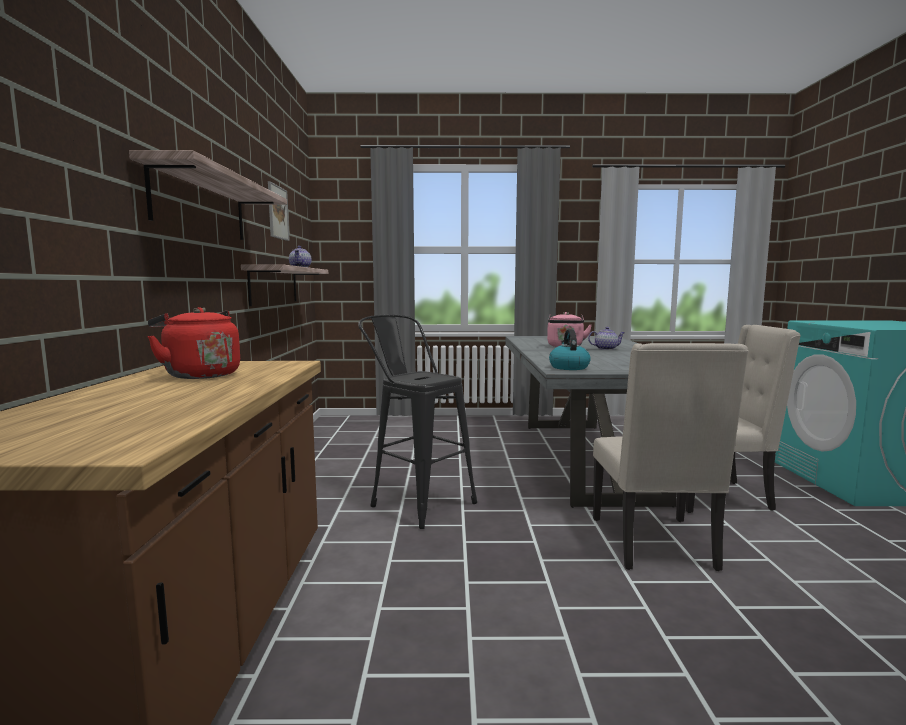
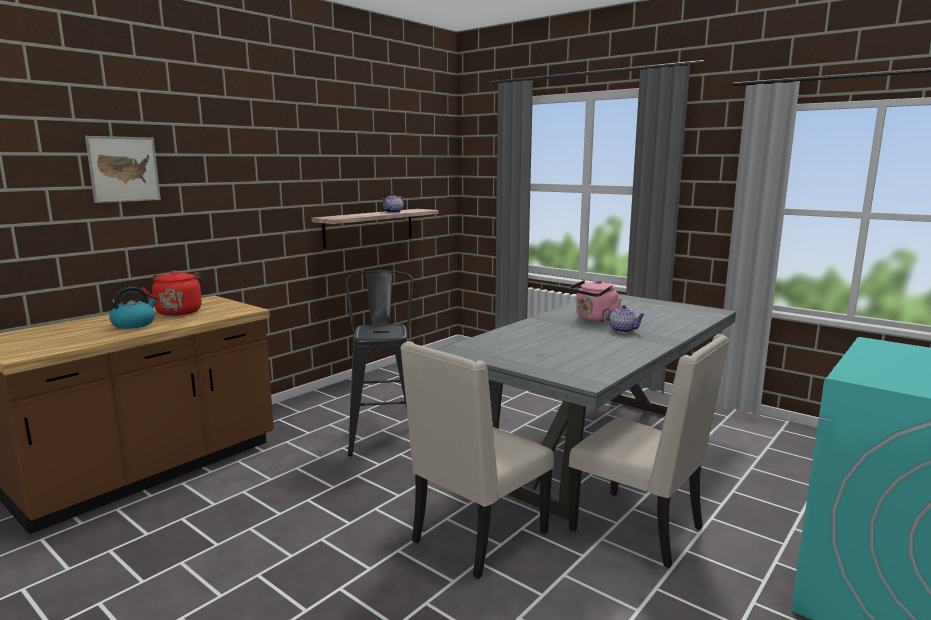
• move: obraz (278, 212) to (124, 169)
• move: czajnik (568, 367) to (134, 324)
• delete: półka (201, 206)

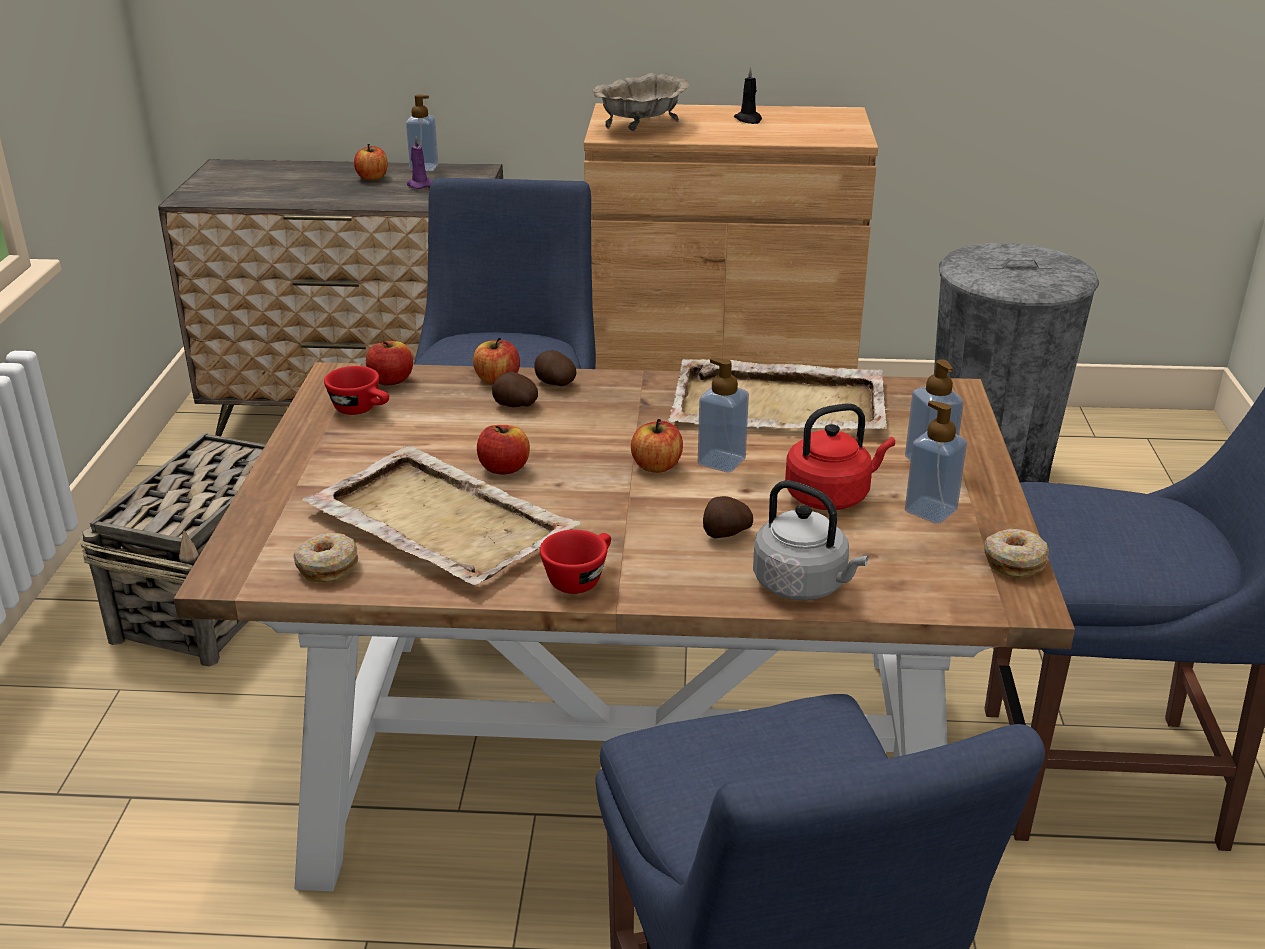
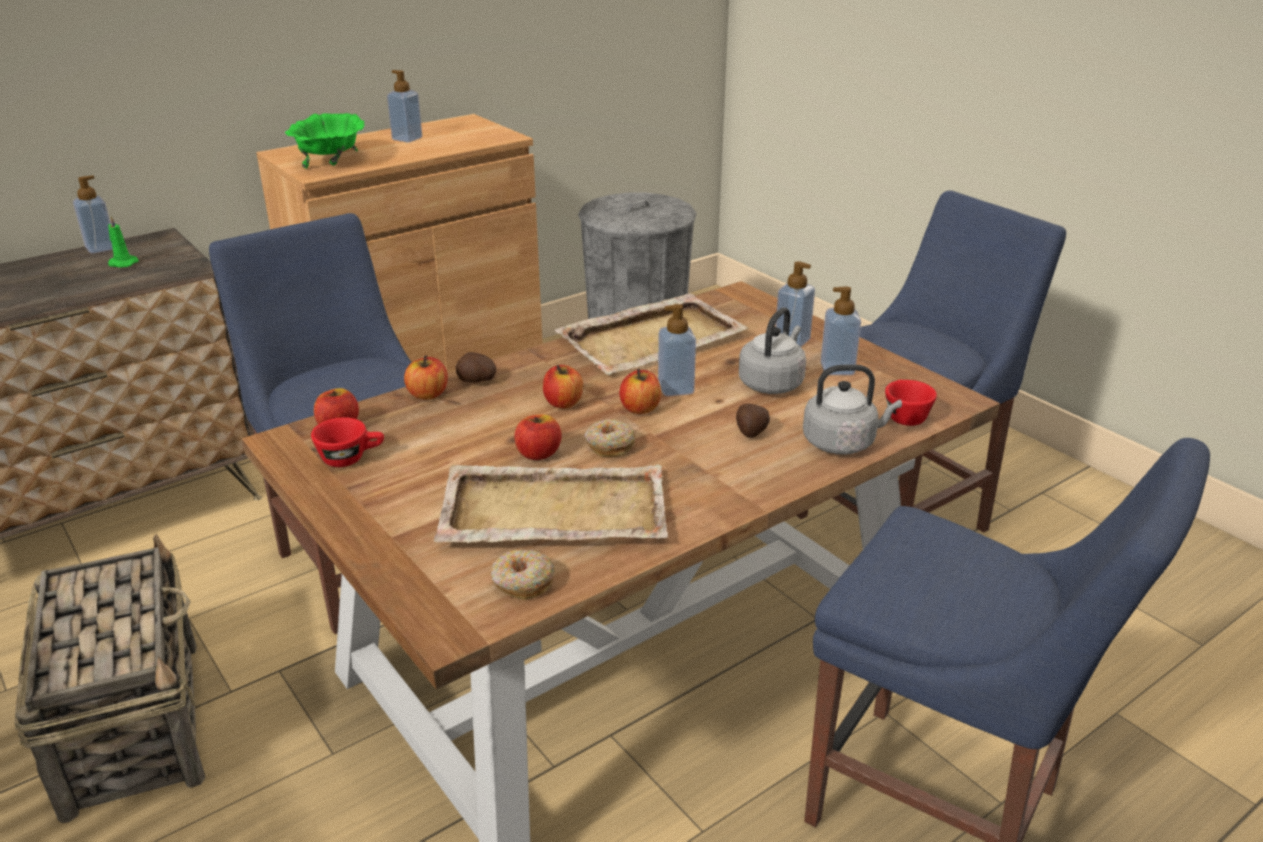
• recolor: świeca [fioletowy] (419, 185) to świeca [zielony] (122, 263)
• recolor: miska [beżowy] (640, 126) to miska [zielony] (330, 161)
• replace: świeca [czarny] (748, 120) to dozownik mydła (407, 139)
• move: jabłko (372, 177) to (563, 403)
• move: donut (1014, 561) to (609, 445)
• recolor: czajnik [czerwony] (831, 496) to czajnik [szary] (772, 383)
• move: filiżanka [czerwony] (580, 578) to (904, 415)
• delete: ziemniak (515, 406)

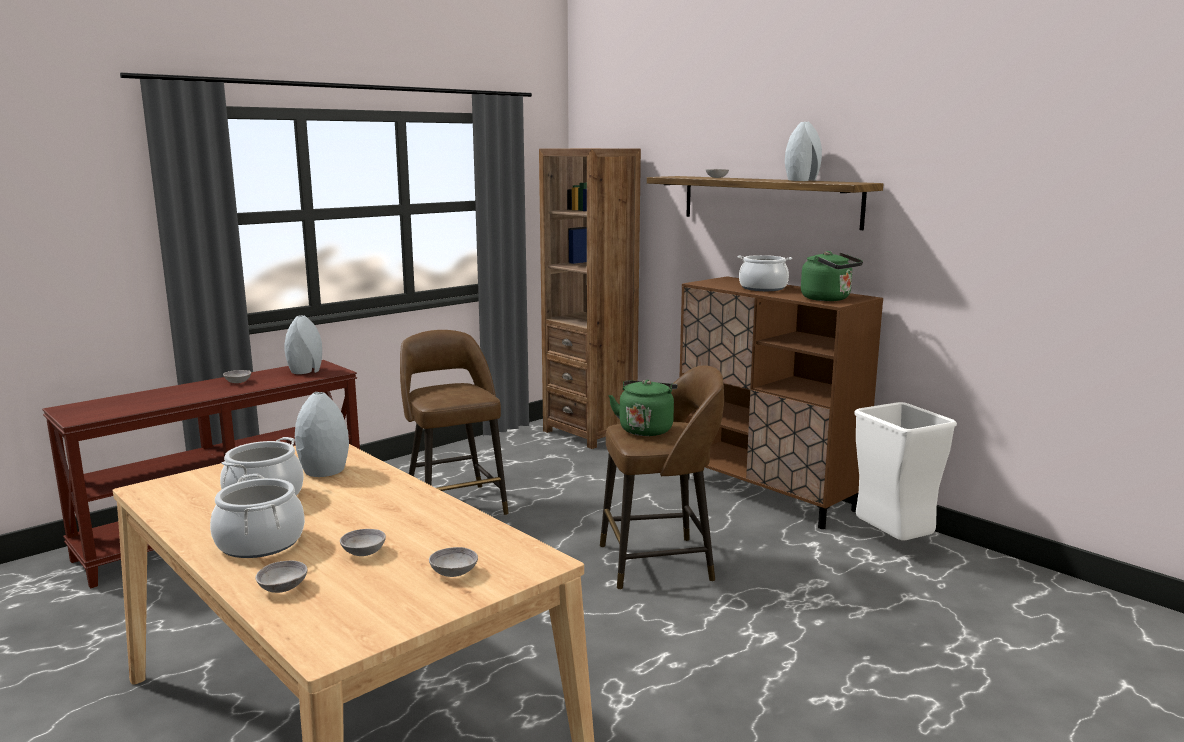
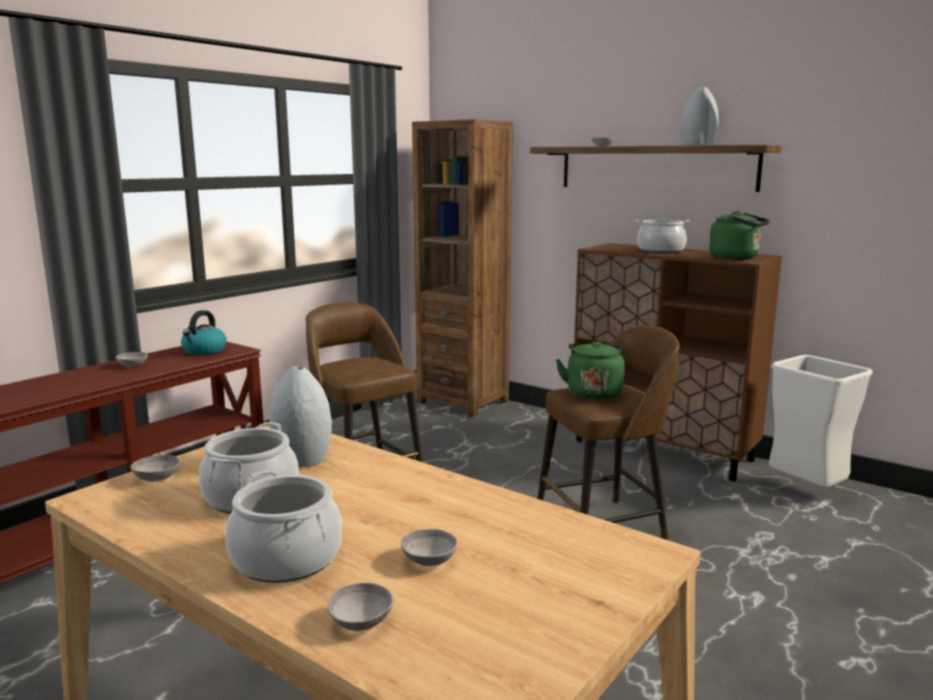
• move: miska [szary] (454, 573) to (157, 478)
• replace: wazon [szary] (306, 371) to czajnik (204, 351)

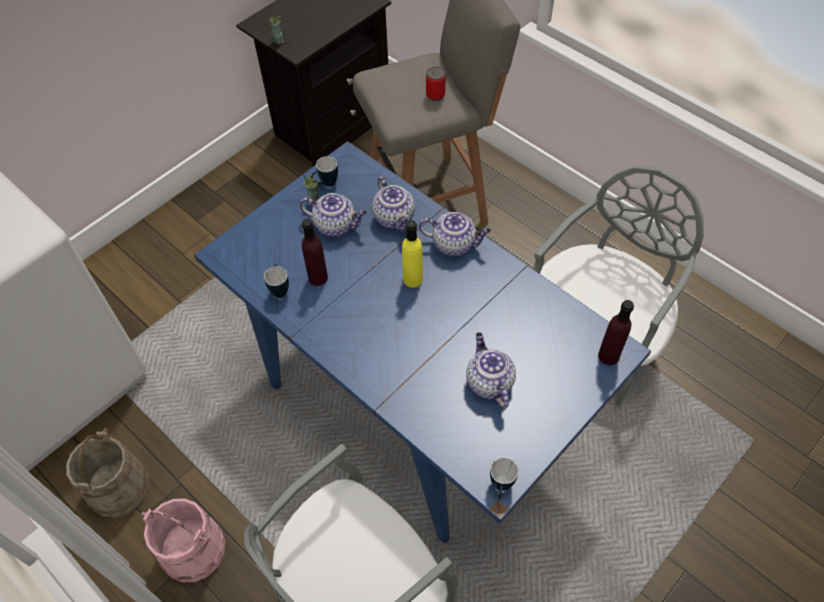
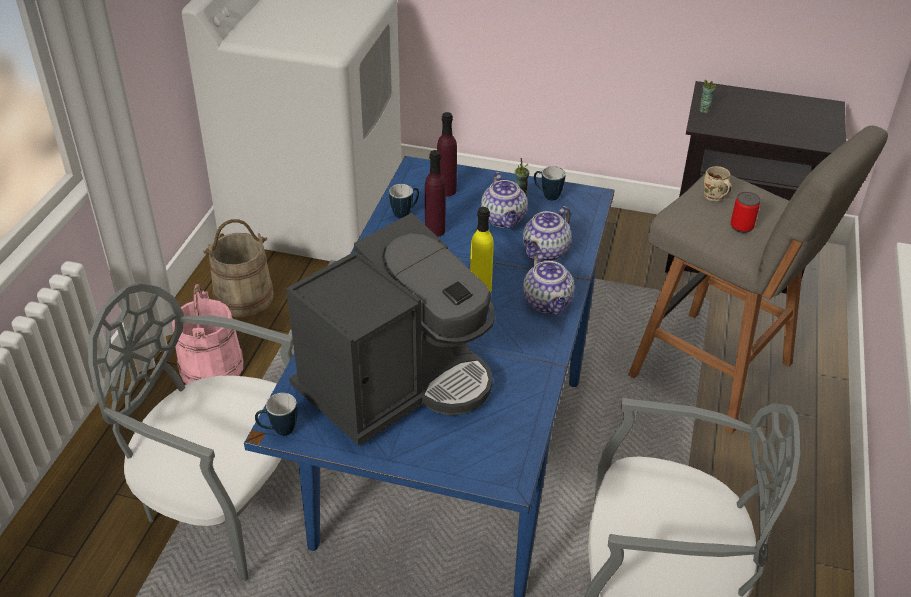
• replace: imbryk (488, 382) to ekspres do kawy (396, 383)
• move: butelka [fioletowy] (608, 355) to (446, 190)
• insert: kubek [beżowy] (713, 197)

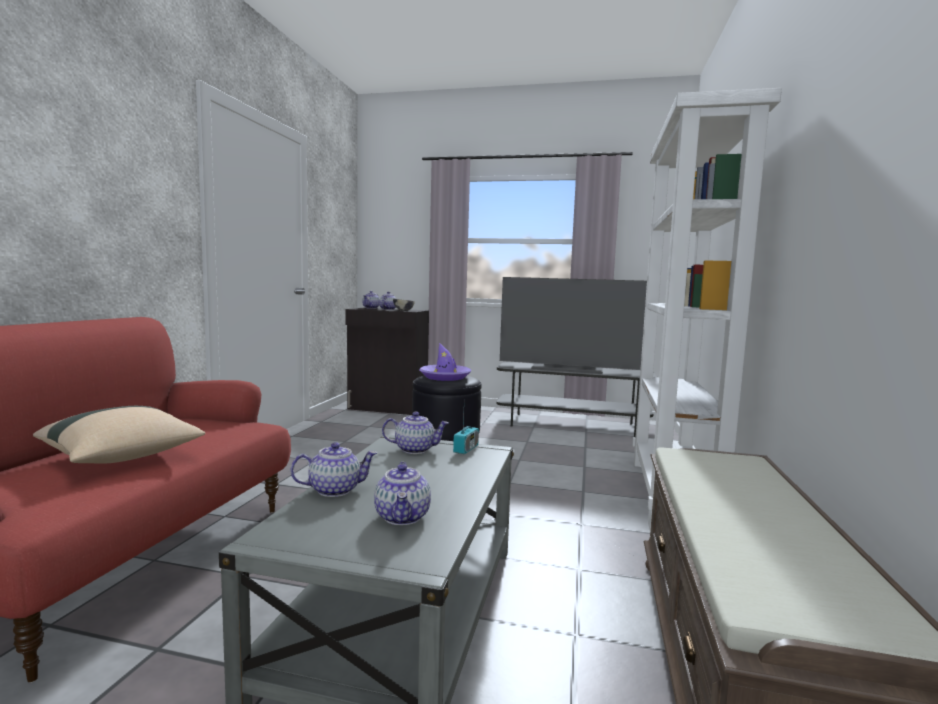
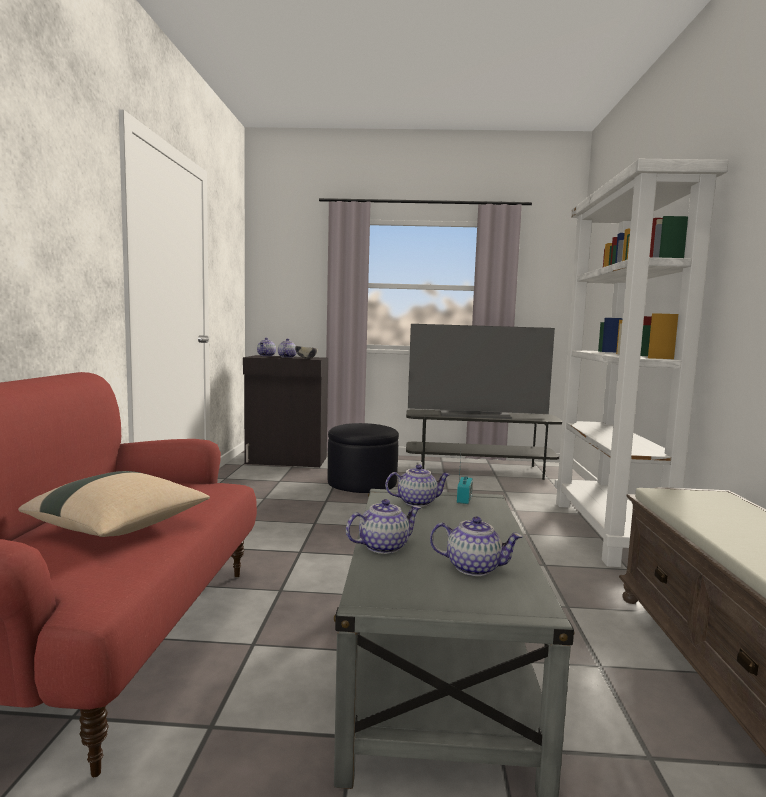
• rotate: imbryk (403, 517) = (474, 567) 60 degrees counterclockwise
• delete: kapelusz [fioletowy] (445, 377)

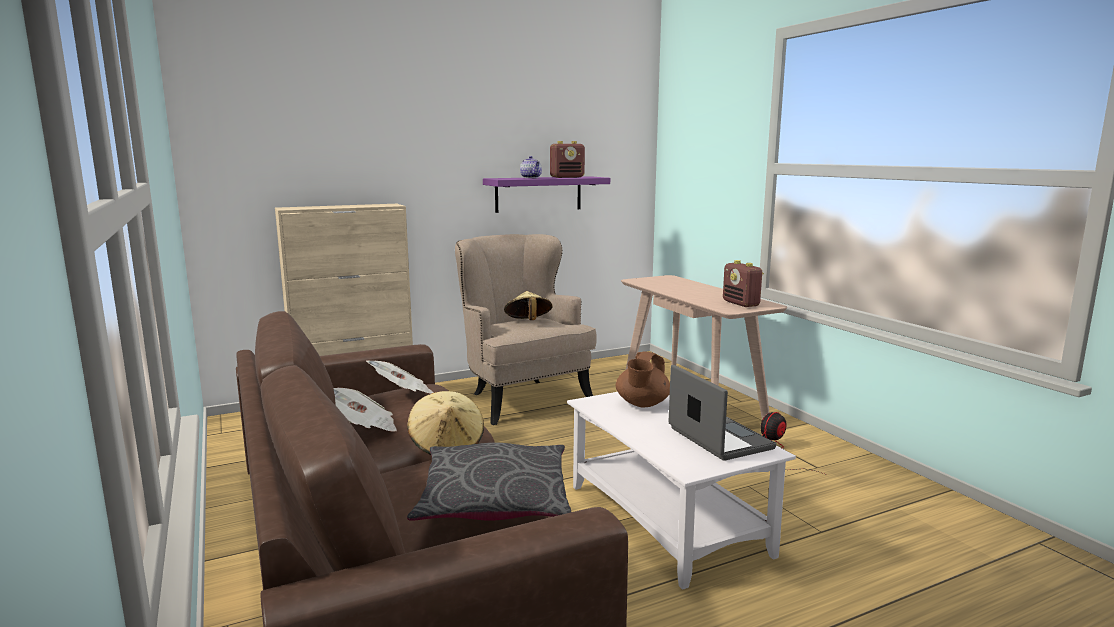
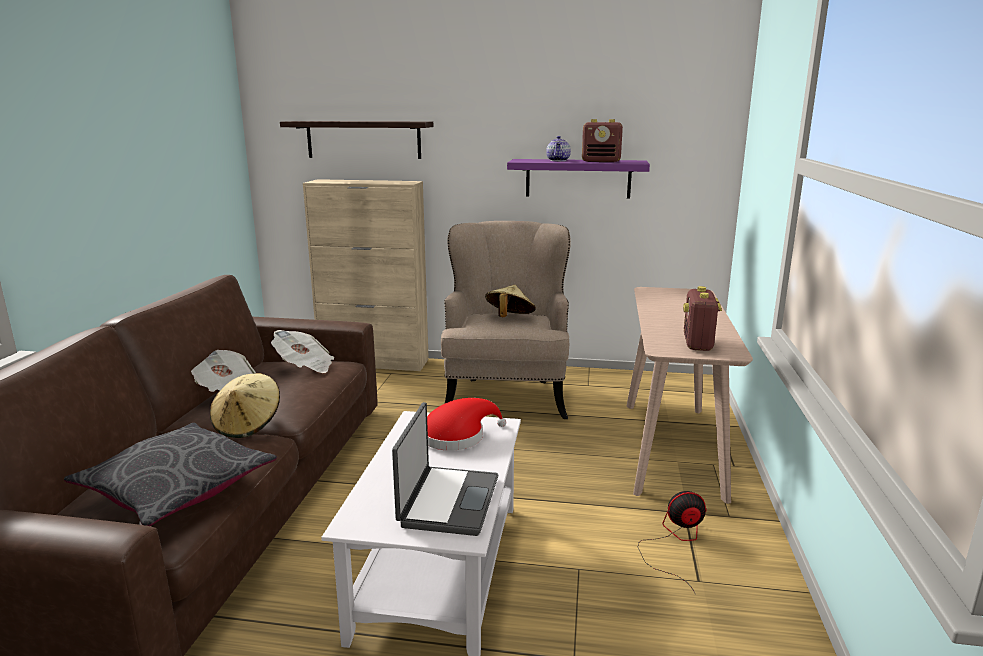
• insert: półka (363, 139)
• replace: imbryk [brązowy] (642, 404) to kapelusz [czerwony] (457, 436)

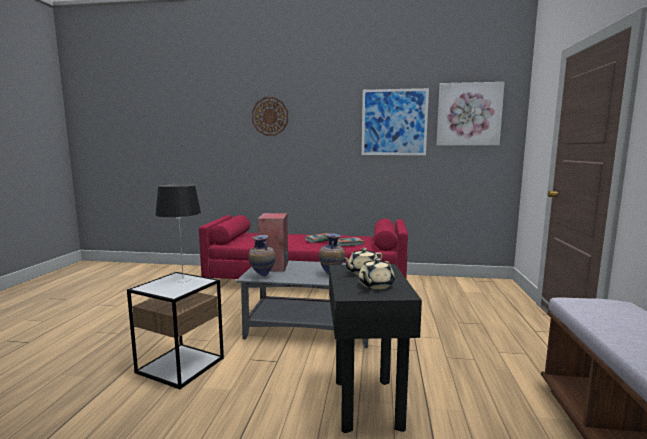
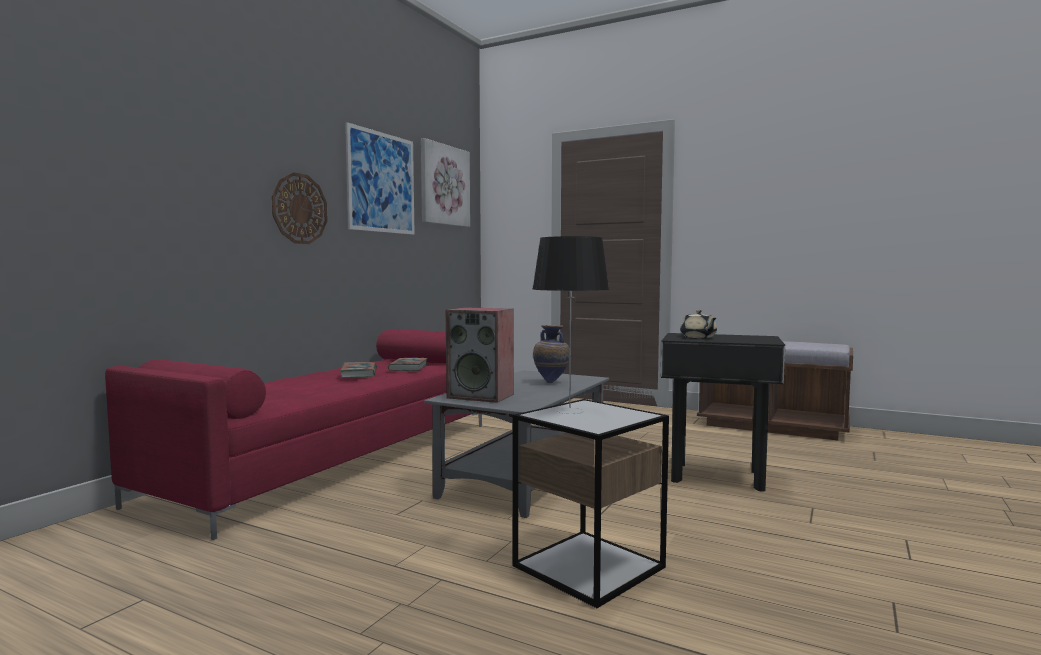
• move: zegar ścienny (270, 116) to (299, 208)
• delete: wazon (262, 276)
• delete: imbryk [beżowy] (375, 285)

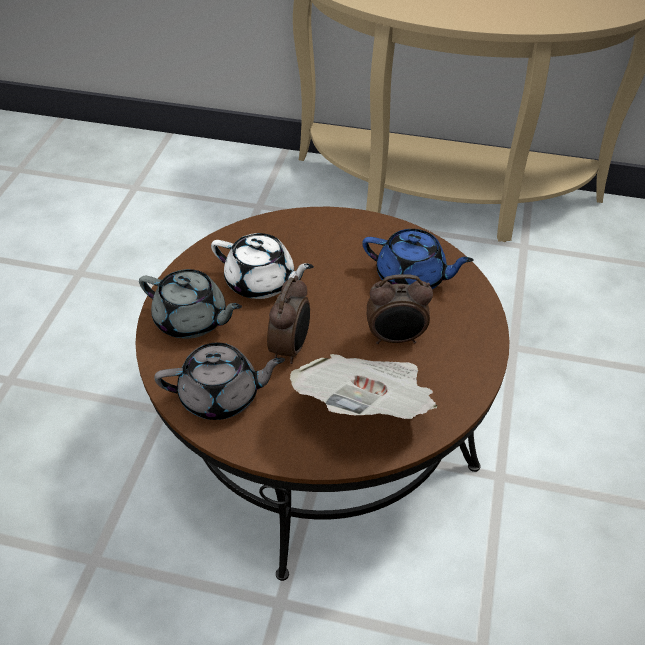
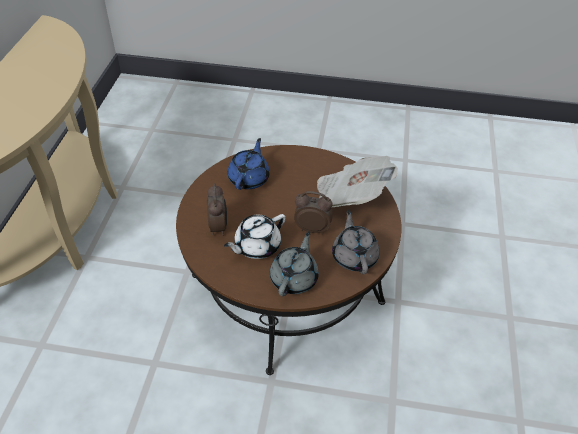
• move: budzik (396, 338) to (218, 227)
• rotate: imbryk [biały] (261, 283) = (256, 246) 150 degrees counterclockwise

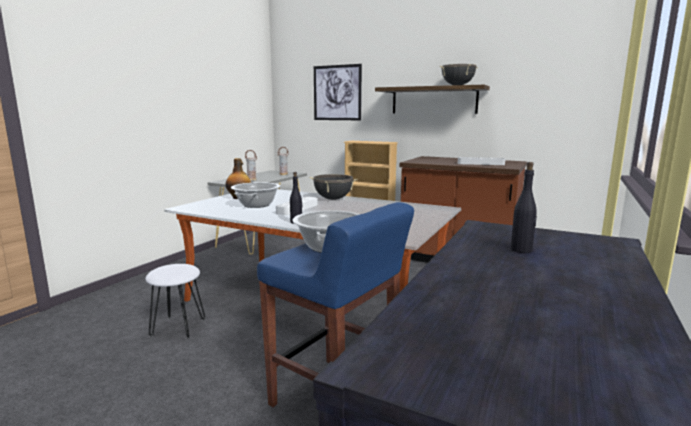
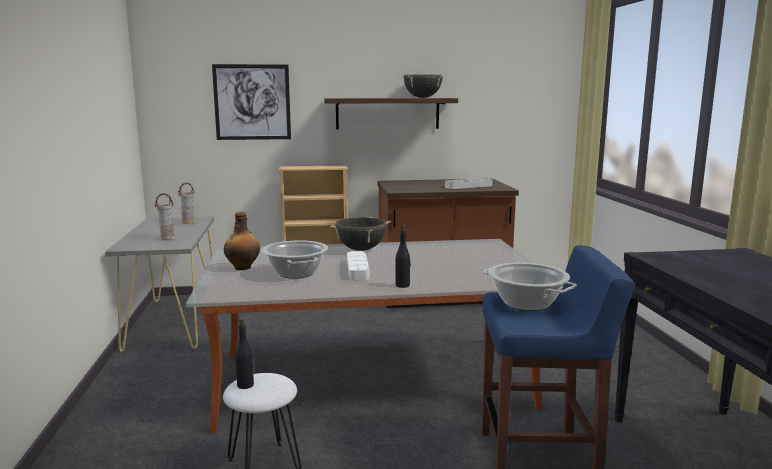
• move: butelka [czarny] (521, 250) to (245, 385)

